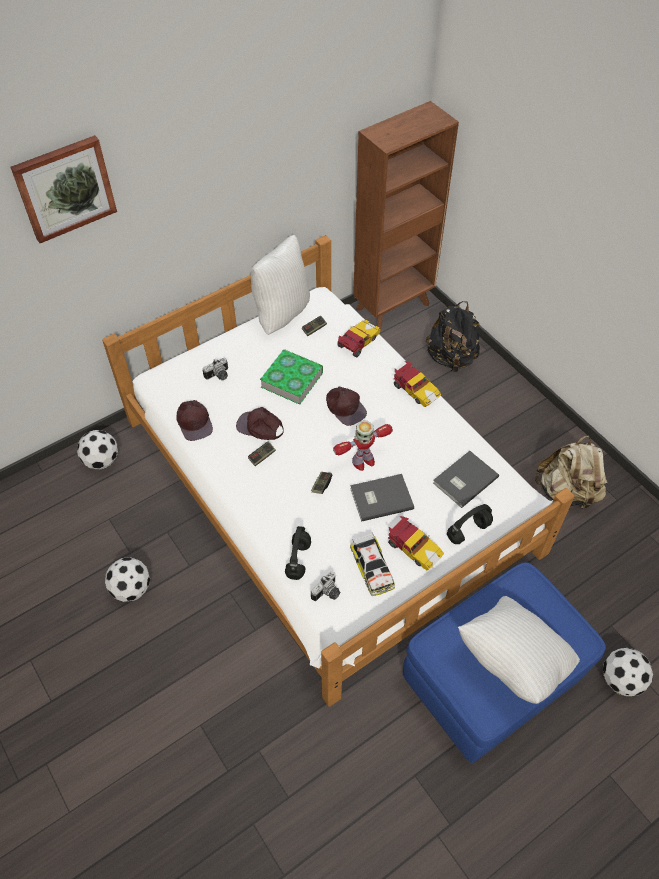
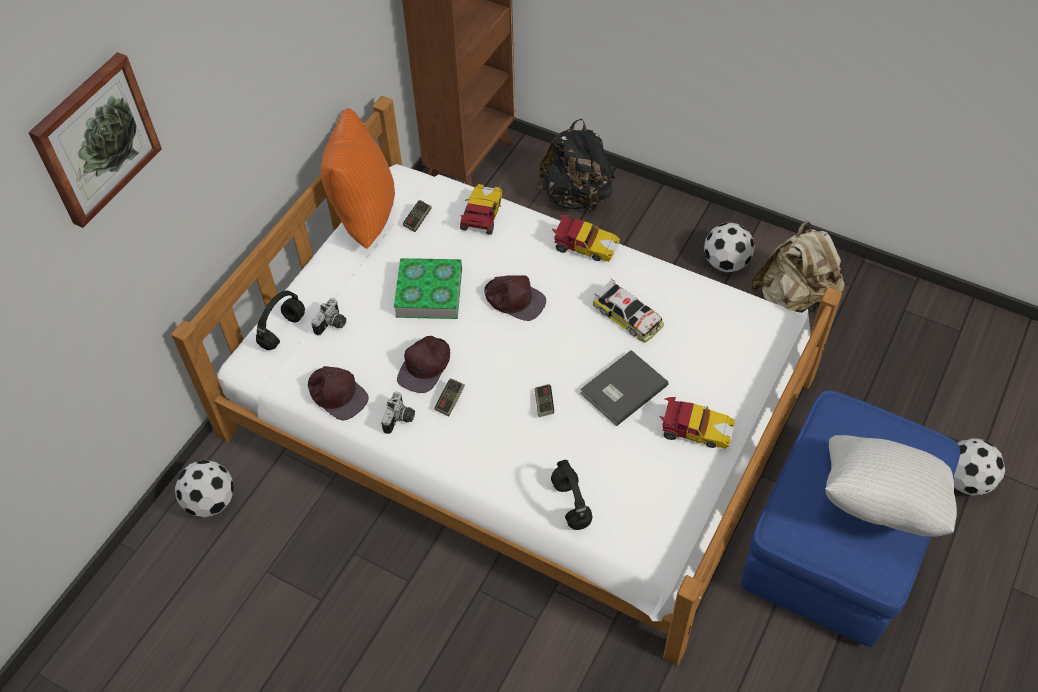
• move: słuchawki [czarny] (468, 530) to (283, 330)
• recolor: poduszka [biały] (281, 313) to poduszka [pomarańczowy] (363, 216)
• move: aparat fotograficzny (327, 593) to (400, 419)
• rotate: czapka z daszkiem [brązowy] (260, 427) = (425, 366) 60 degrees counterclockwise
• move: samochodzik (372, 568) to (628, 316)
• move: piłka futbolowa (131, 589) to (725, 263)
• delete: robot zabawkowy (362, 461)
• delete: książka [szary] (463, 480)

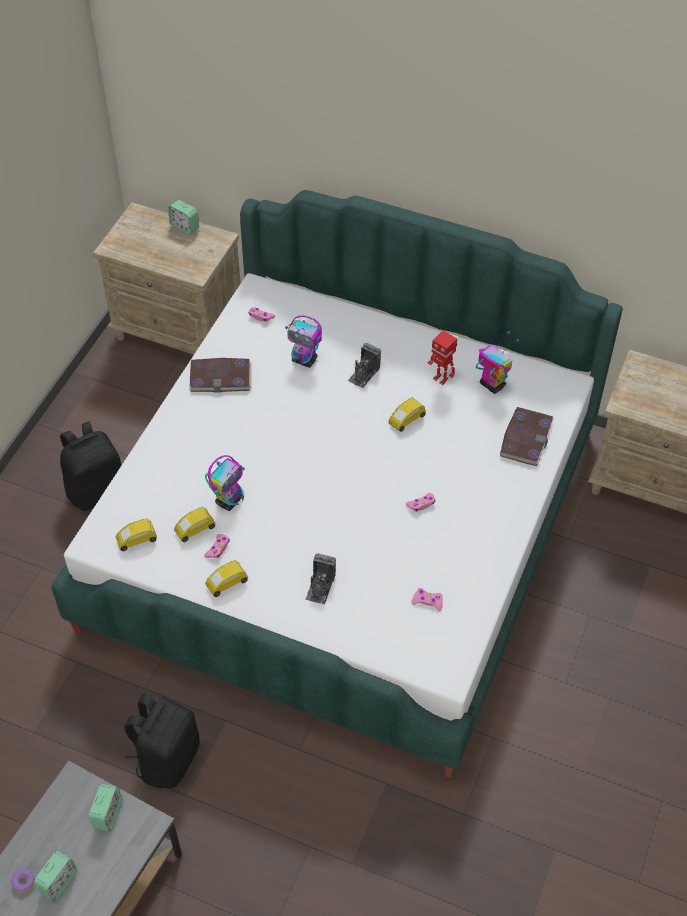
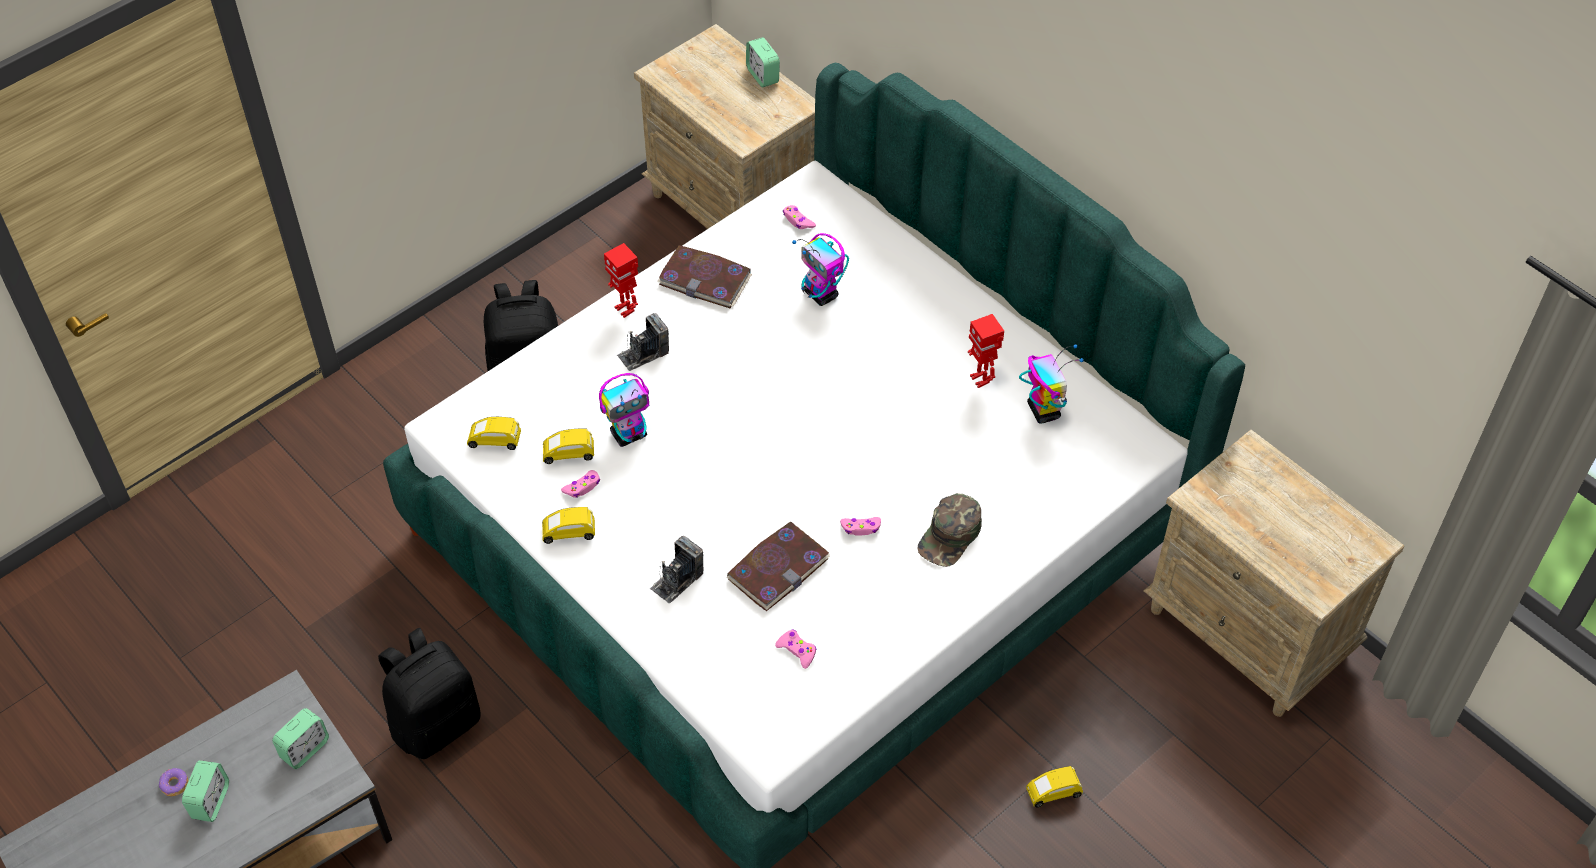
• rotate: budzik (58, 882) = (211, 801) 45 degrees counterclockwise
• insert: robot zabawkowy (625, 309)
• move: aparat fotograficzny (364, 374) to (643, 354)
• move: książka (525, 438) to (778, 568)
• insert: czapka z daszkiem [zielony] (950, 535)
• move: samochodzik [żółty] (406, 420) to (1053, 792)

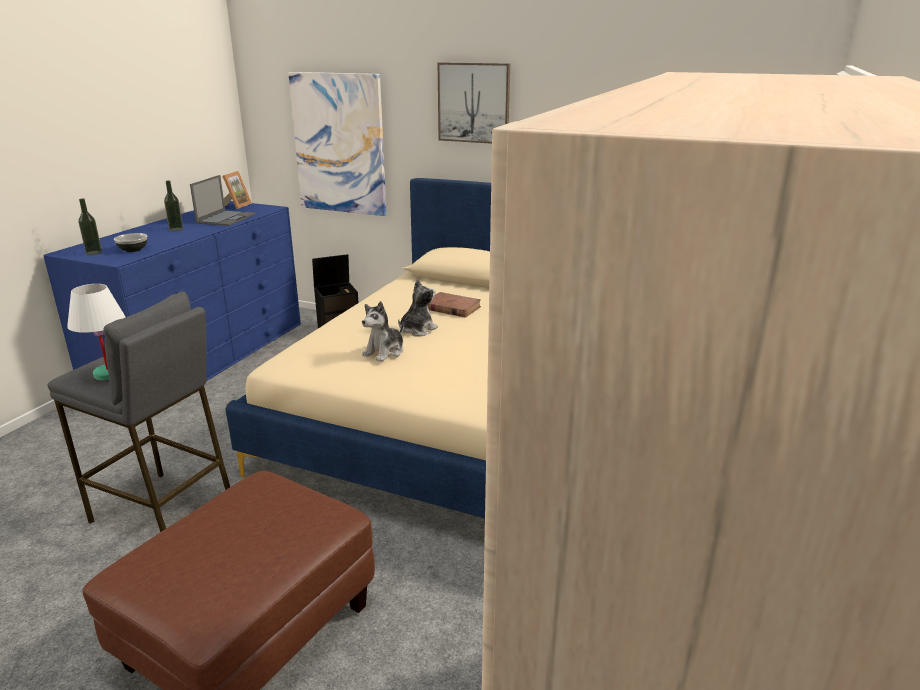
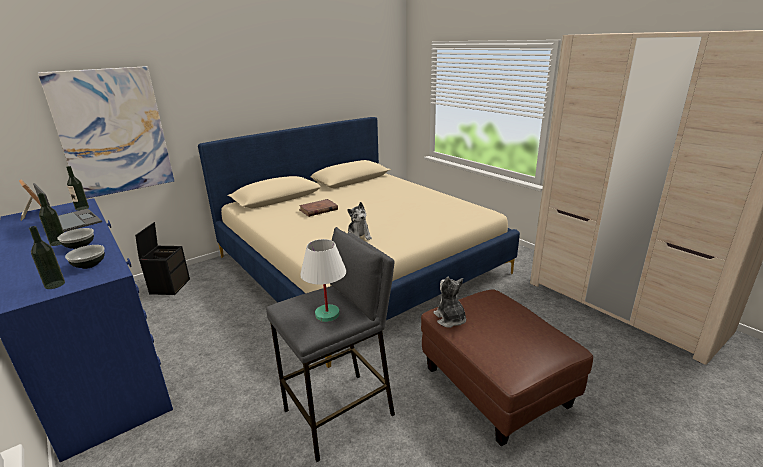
• insert: miska (79, 246)
• insert: butelka (82, 208)
• move: pluszak (417, 330) to (450, 319)
• delete: obraz (474, 103)

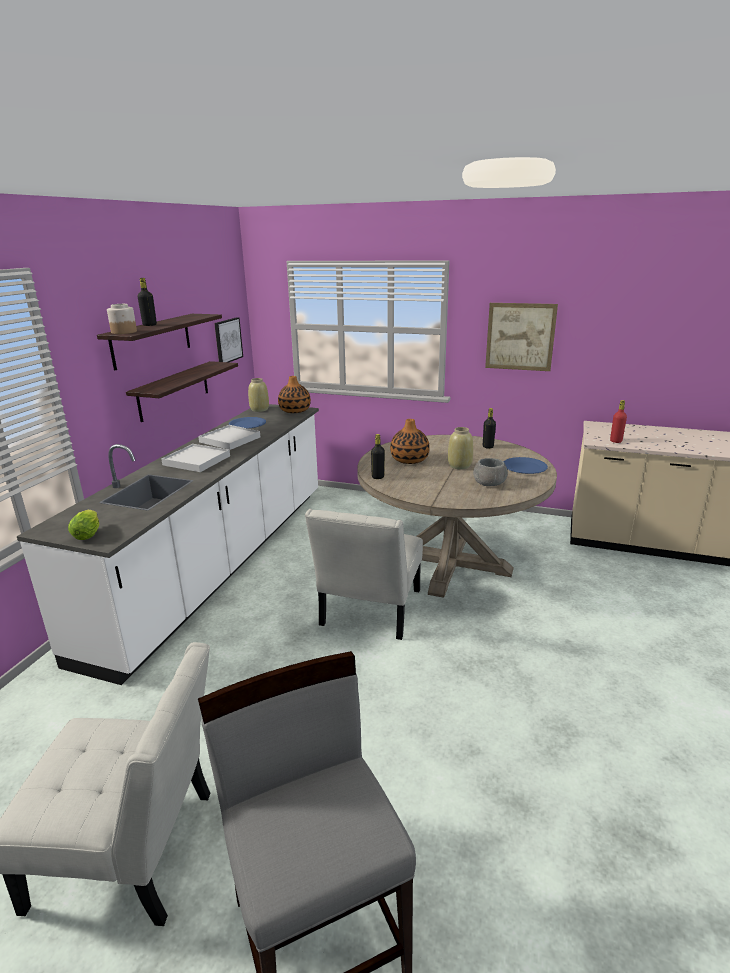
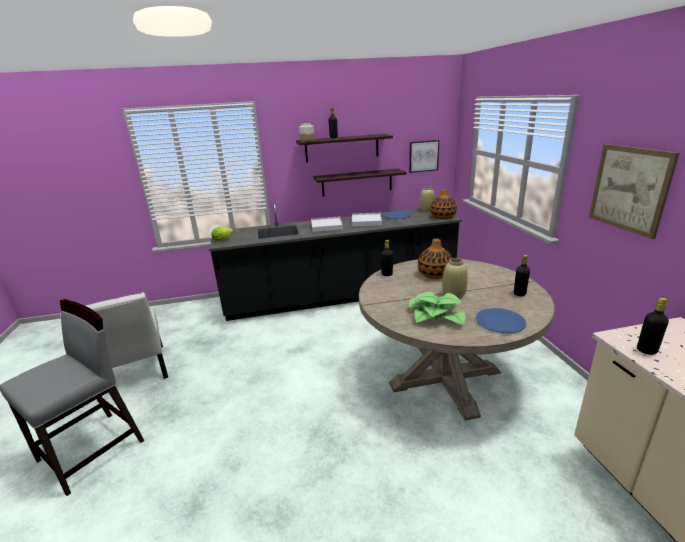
• recolor: zabudowa kuchenna [biały] (221, 563) to zabudowa kuchenna [czarny] (341, 297)
• replace: miska [szary] (489, 483) to roślina doniczkowa (436, 315)
• recolor: butelka [czerwony] (616, 441) to butelka [czarny] (646, 350)
• delete: krzesło [biały] (369, 611)

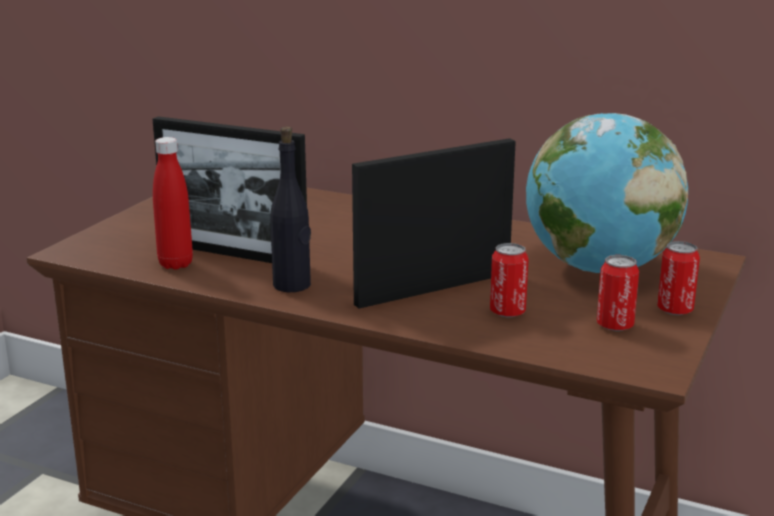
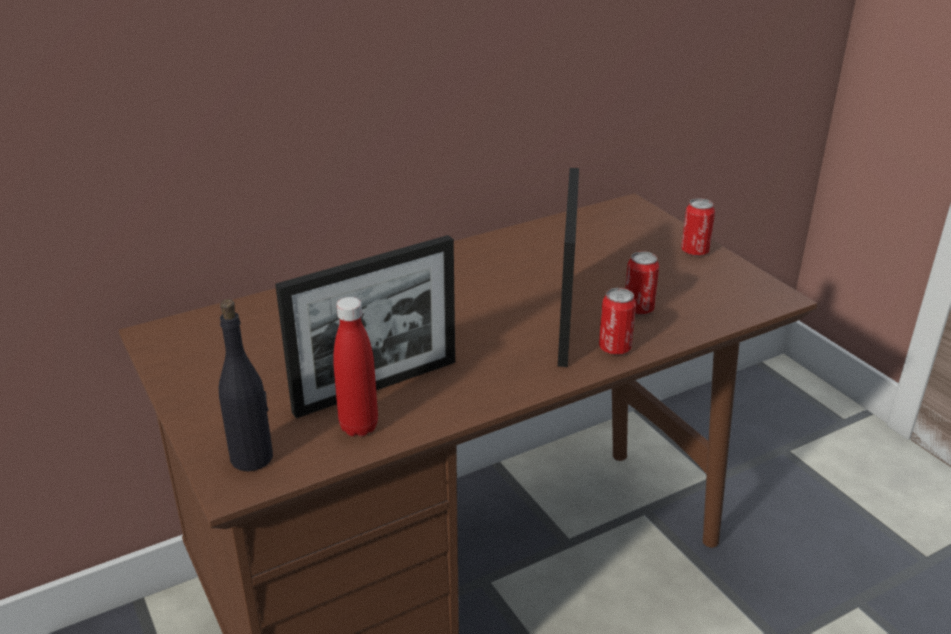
• move: butelka [czarny] (292, 285) to (252, 457)
• move: puszka (615, 325) to (615, 348)
• delete: globus (598, 269)

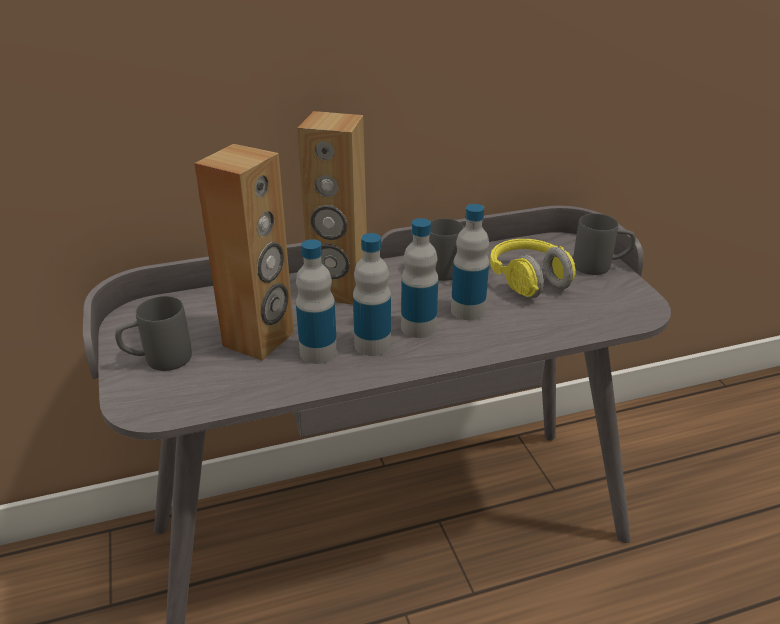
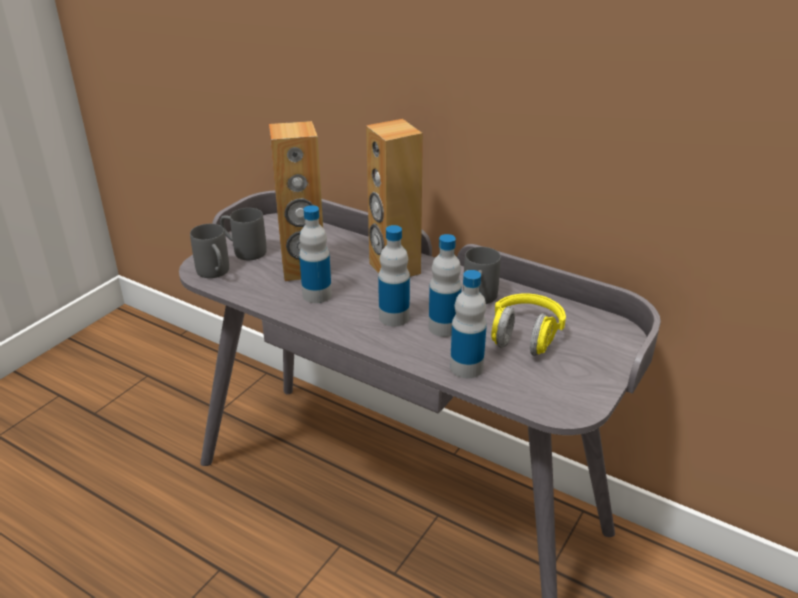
• move: kubek [szary] (600, 267) to (215, 273)
• move: butelka (372, 345) to (466, 367)

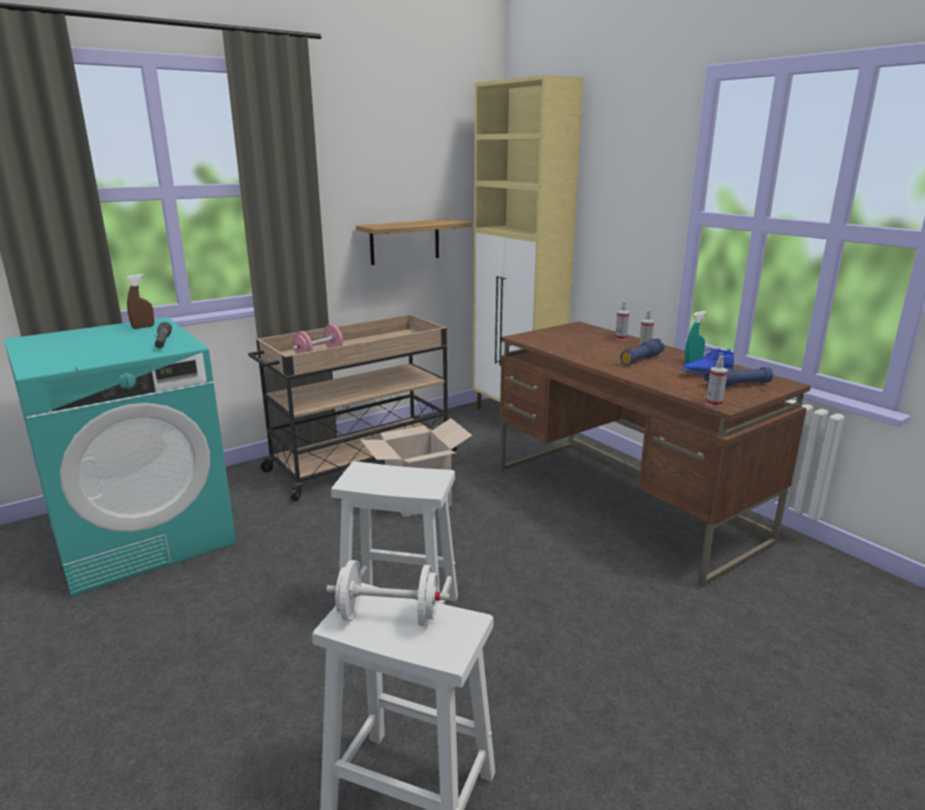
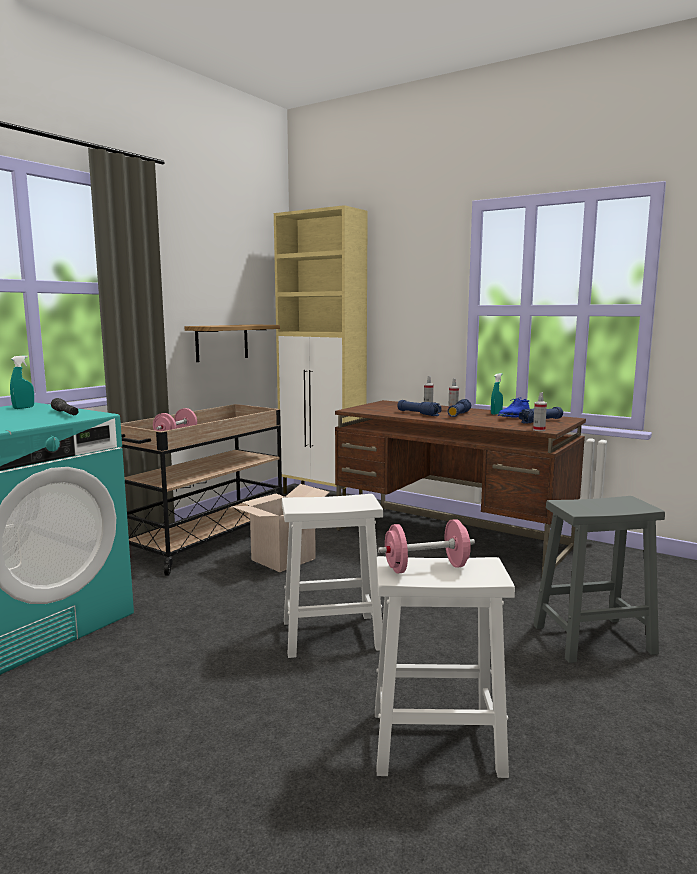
• recolor: spryskiwacz [brązowy] (143, 327) to spryskiwacz [turkusowy] (23, 408)
• recolor: hantel [biały] (389, 616) to hantel [różowy] (426, 568)
• insert: latarka [niebieski] (418, 414)
• insert: stołek [szary] (594, 639)

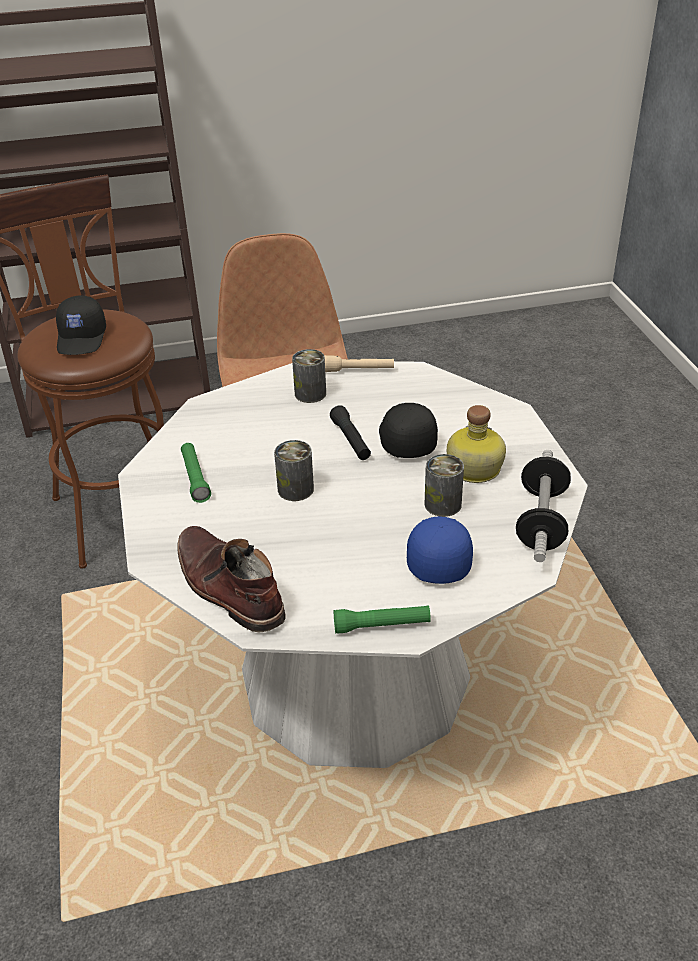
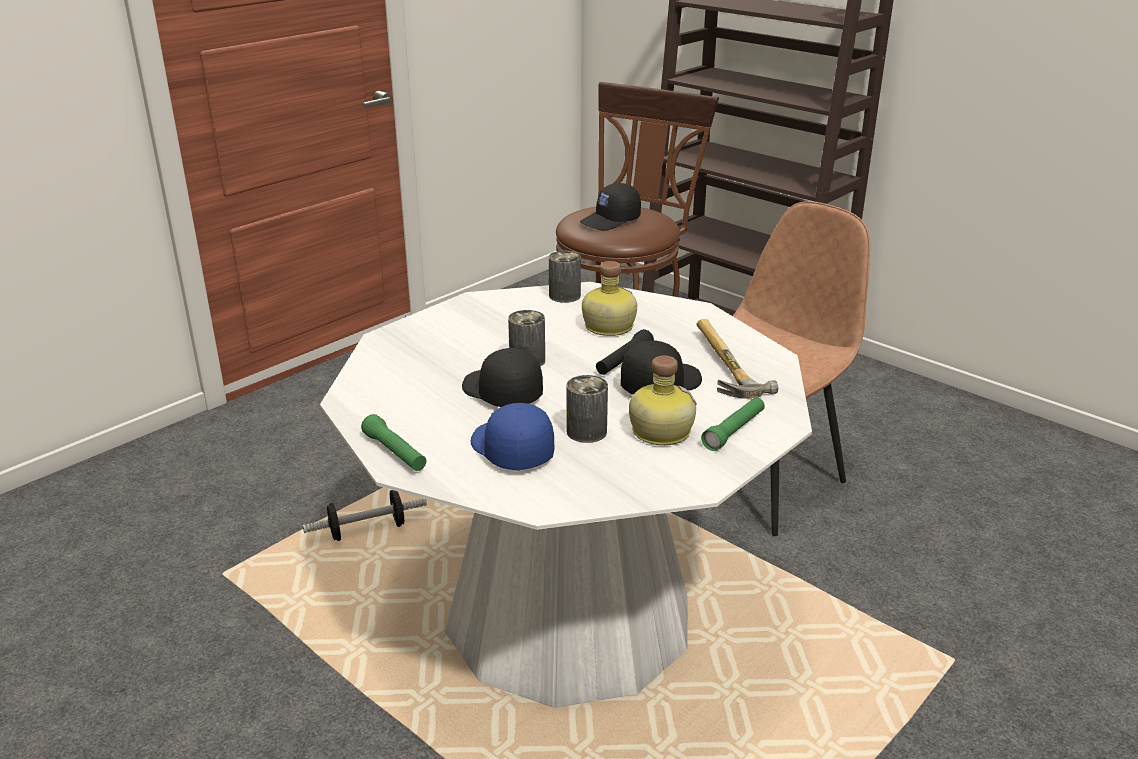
• move: hantel (541, 521) to (367, 530)
• insert: czapka z daszkiem [czarny] (501, 393)
• rotate: czapka z daszkiem [niebieski] (436, 556) = (510, 450) 90 degrees counterclockwise
• move: puszka (310, 394) to (564, 296)
• insert: butelka (607, 326)
• insert: młotek (720, 366)
• move: latarka [zielony] (195, 478) to (734, 431)
• delete: but z cholewką [brązowy] (227, 588)
• delete: latarka [beżowy] (358, 370)

